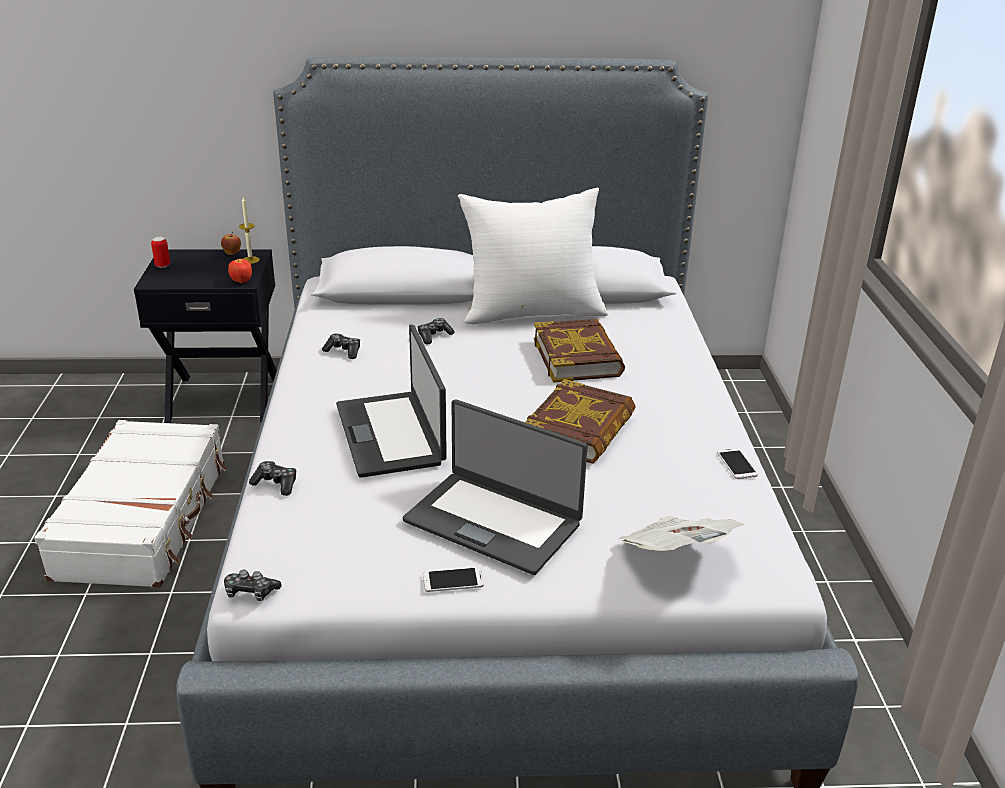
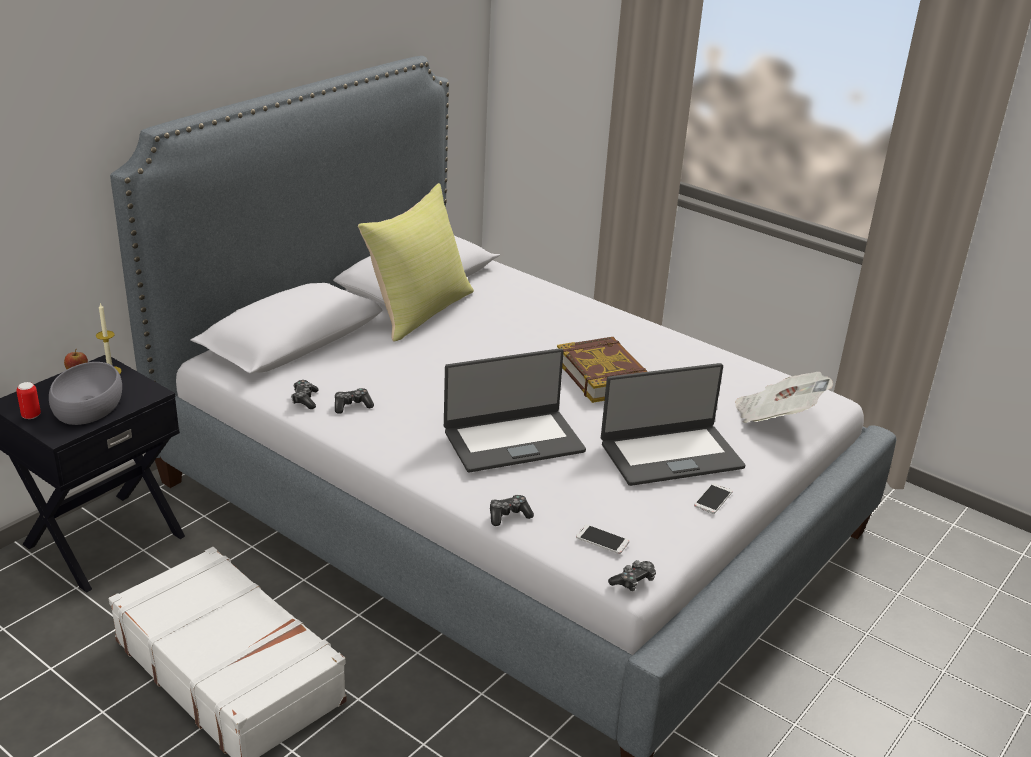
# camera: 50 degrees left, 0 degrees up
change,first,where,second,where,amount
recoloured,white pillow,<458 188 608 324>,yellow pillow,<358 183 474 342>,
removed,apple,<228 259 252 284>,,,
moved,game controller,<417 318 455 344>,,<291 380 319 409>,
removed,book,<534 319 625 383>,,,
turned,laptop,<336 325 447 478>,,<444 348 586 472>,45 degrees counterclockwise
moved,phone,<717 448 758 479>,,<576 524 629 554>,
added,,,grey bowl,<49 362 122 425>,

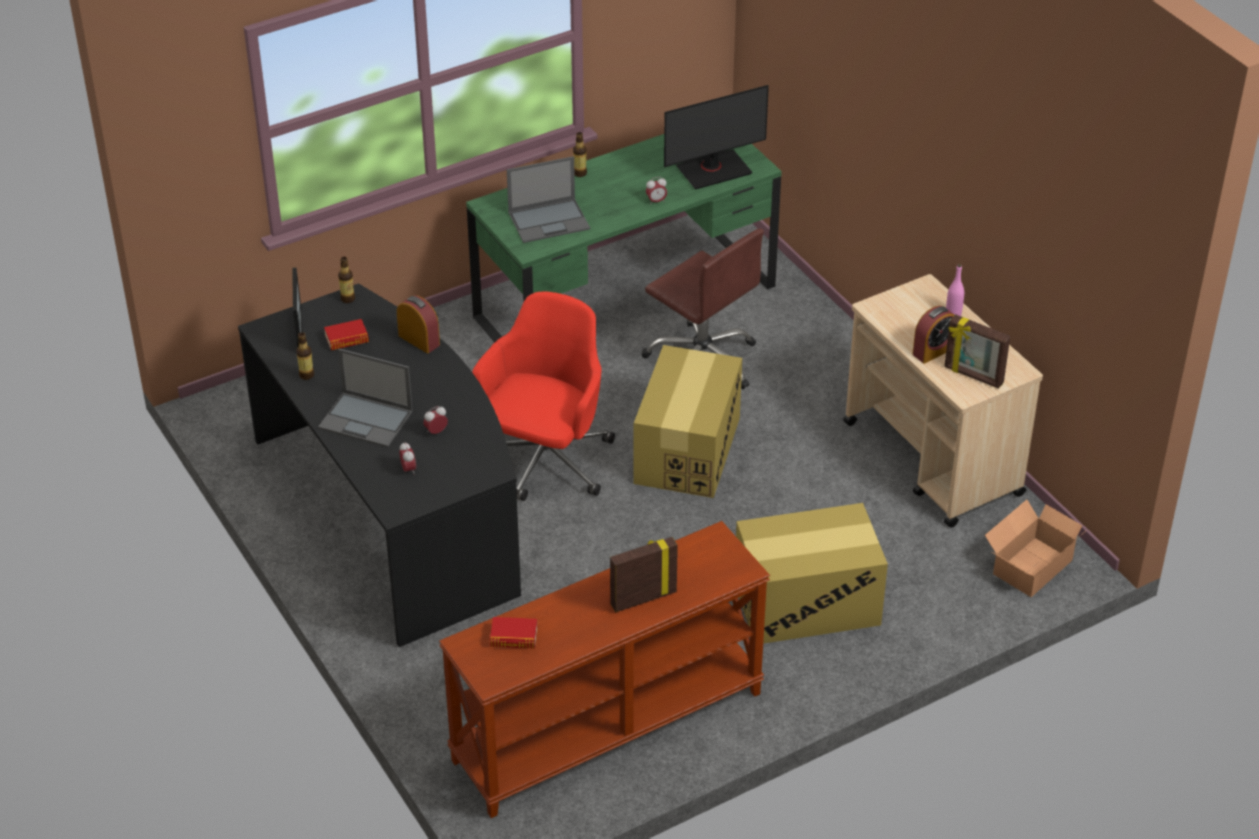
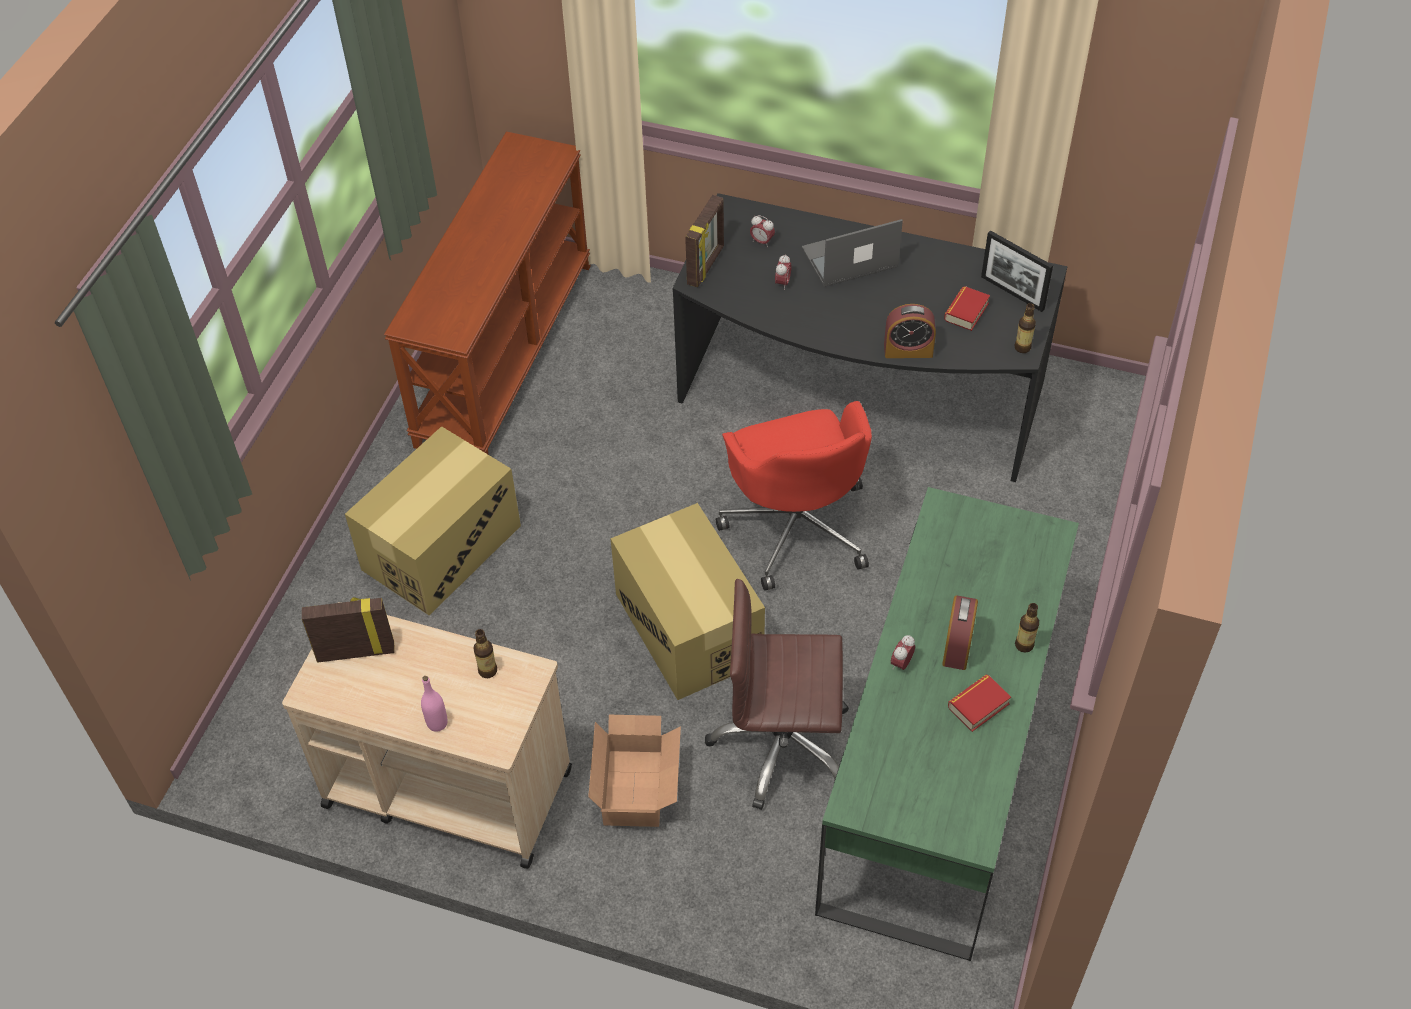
# camera: 140 degrees right, 10 degrees up
change,first,where,second,where,amount
removed,monitor,<664 85 769 189>,,,
removed,laptop,<507 156 590 243>,,,
moved,alarm clock,<913 306 954 363>,,<942 595 978 670>,
moved,bottle,<296 332 314 380>,,<473 629 497 678>,
moved,cardboard box,<985 500 1082 597>,,<588 715 681 827>,
moved,picture frame,<610 537 678 612>,,<685 195 724 287>,
moved,book,<490 617 537 649>,,<948 675 1011 732>,

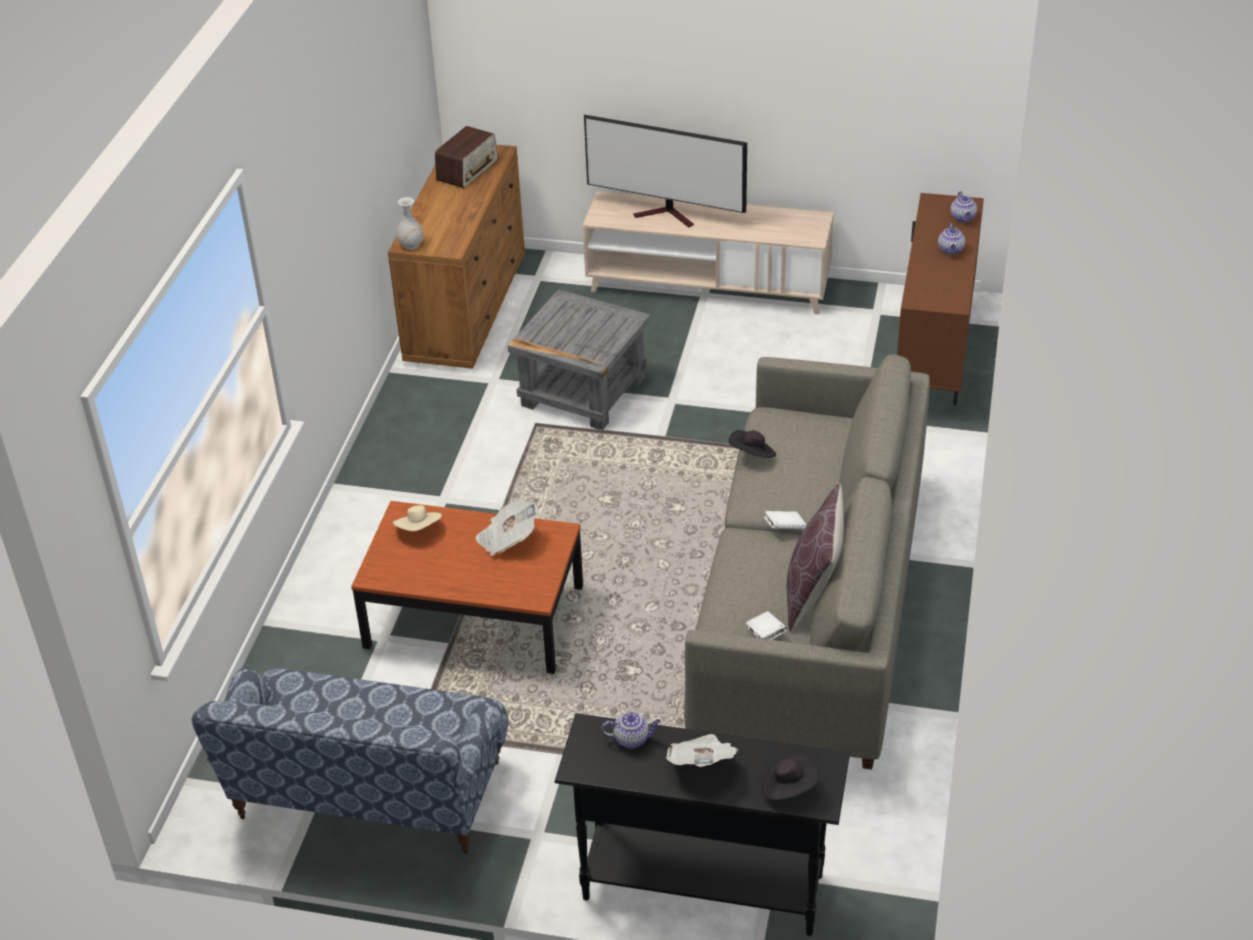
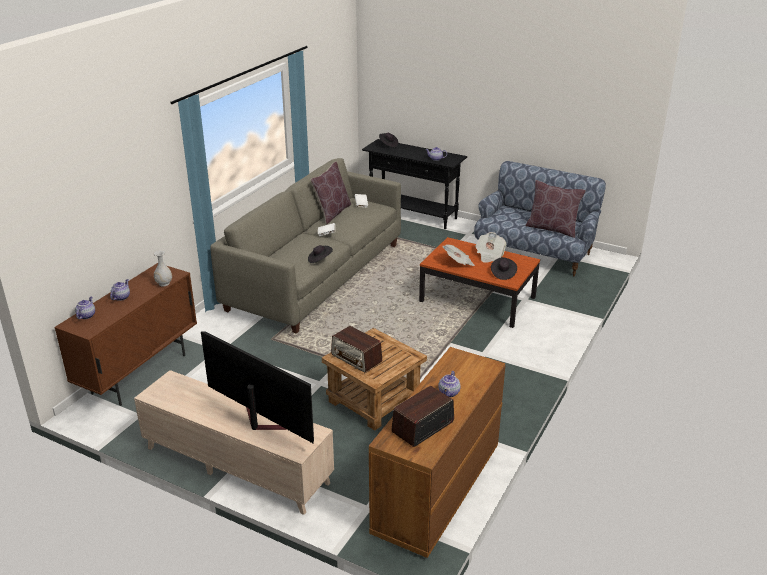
# camera: 165 degrees left, 10 degrees down
change,first,where,second,where,amount
moved,white vase,<397 197 423 250>,,<154 251 172 286>,
recoloured,grey side table,<508 289 650 430>,brown side table,<322 328 427 431>,
recoloured,beige hat,<393 505 442 531>,black hat,<491 257 517 280>,
moved,newspaper,<666 734 738 767>,,<475 232 507 263>,
added,,,brown pillow,<526 180 586 238>,
added,,,radio,<331 326 382 372>,
added,,,teapot,<438 371 461 397>,

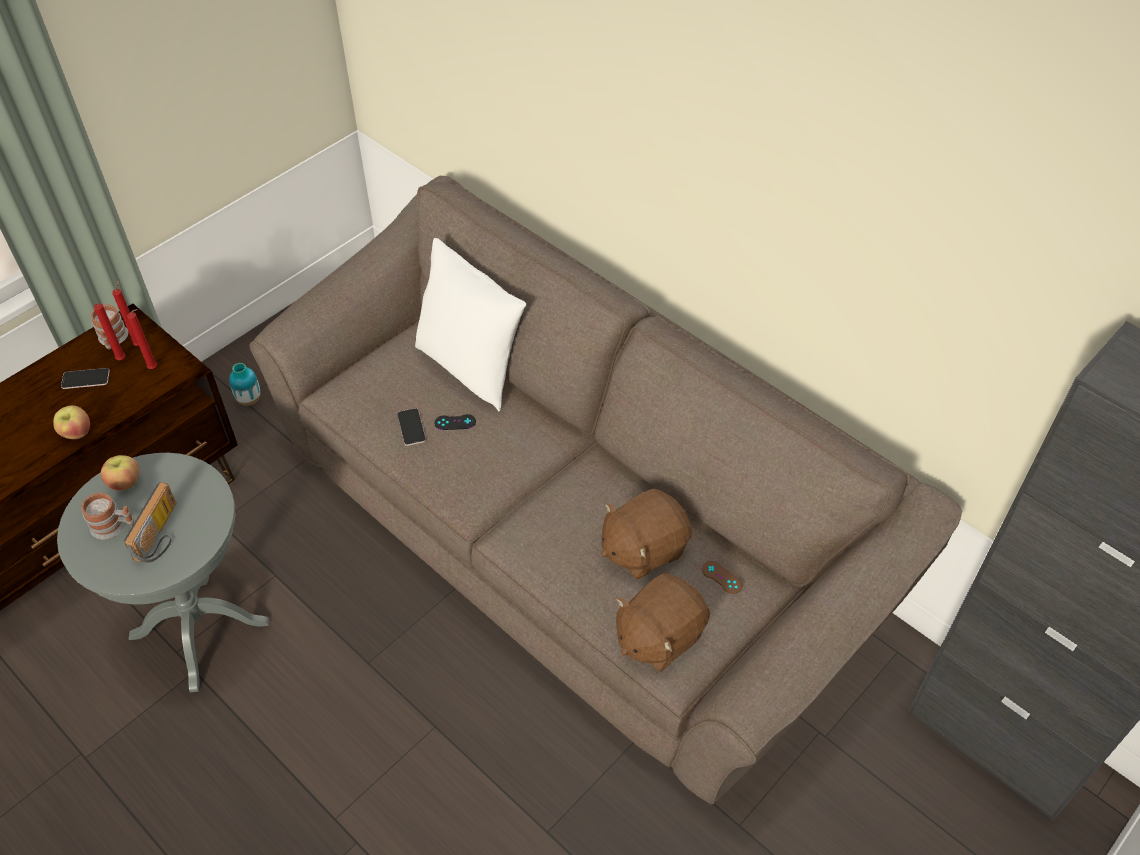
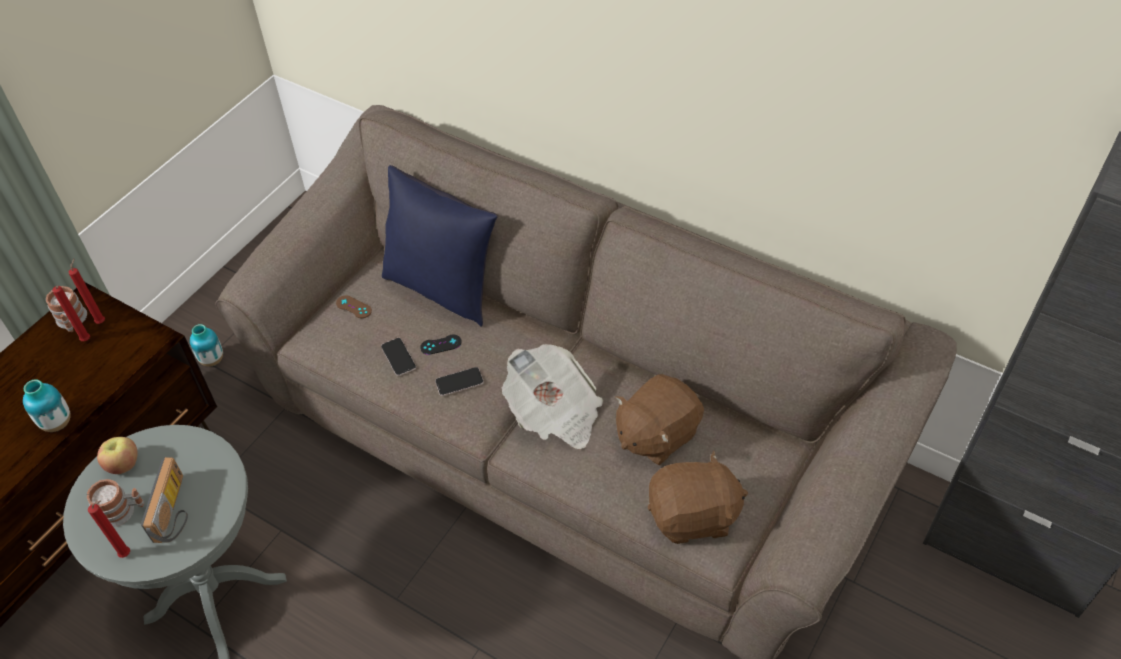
# camera: 10 degrees left, 0 degrees up
change,first,where,second,where,amount
recoloured,white pillow,<415 238 526 411>,blue pillow,<382 165 498 327>,
moved,red candle,<127 309 157 369>,,<88 501 130 558>,
moved,phone,<61 368 110 389>,,<435 367 484 396>,
replaced,apple,<53 405 90 439>,vase,<23 379 71 432>,
moved,brown game controller,<702 561 742 594>,,<336 295 372 318>,
turned,brown plush toy,<616 573 710 672>,,<648 451 748 544>,135 degrees counterclockwise
added,,,newspaper,<502 344 603 449>,

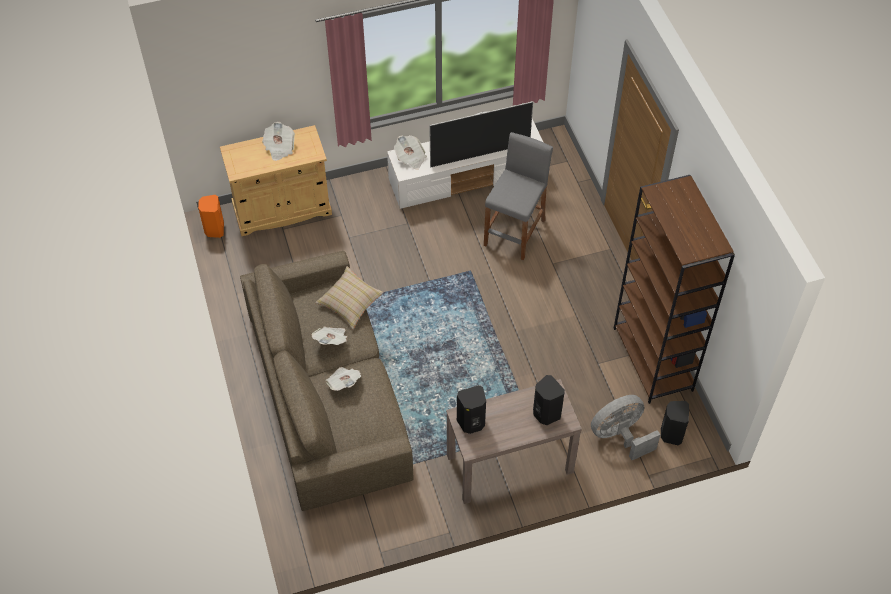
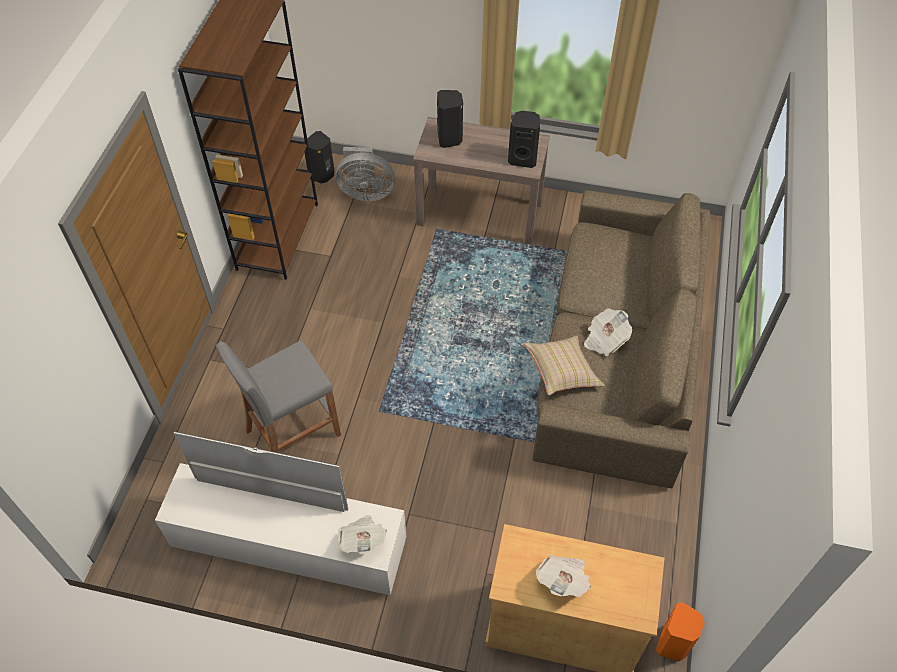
# camera: 150 degrees left, 0 degrees up
change,first,where,second,where,amount
removed,newspaper,<326 367 361 391>,,,

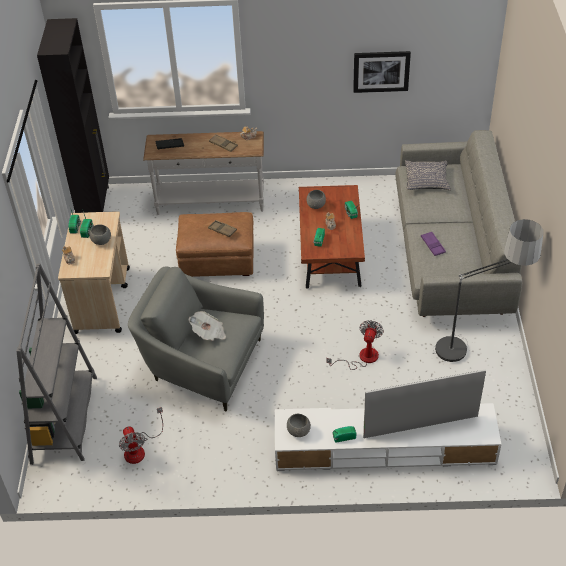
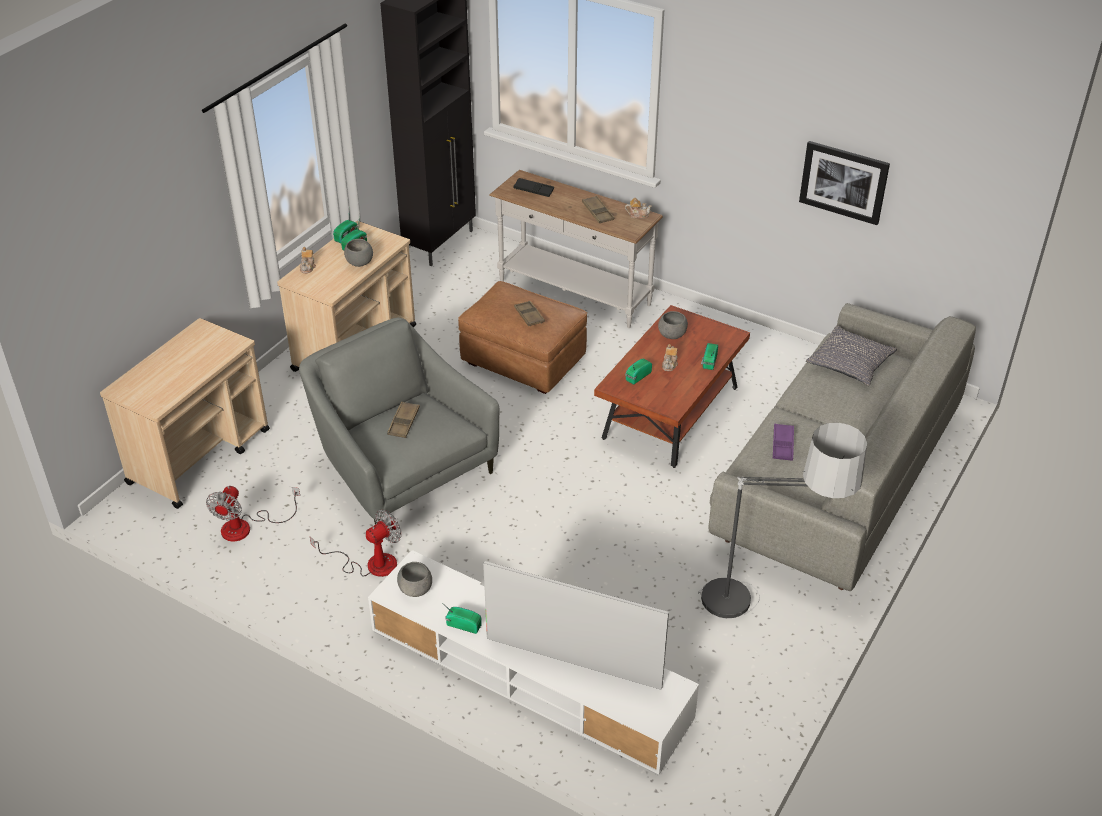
# camera: 30 degrees right, 5 degrees down
change,first,where,second,where,amount
replaced,grey bookcase,<16 263 97 465>,beige cart,<100 318 270 509>,
replaced,newspaper,<189 311 226 341>,brown tray,<387 401 420 438>,
moved,fan,<326 320 384 370>,,<310 510 402 577>,

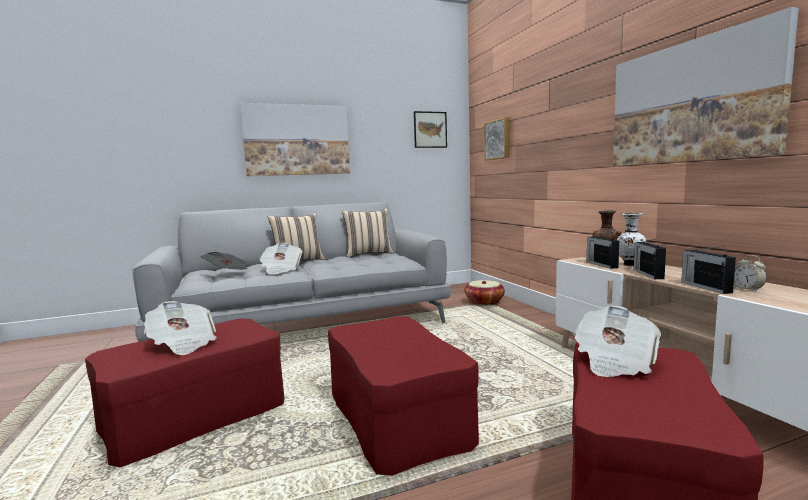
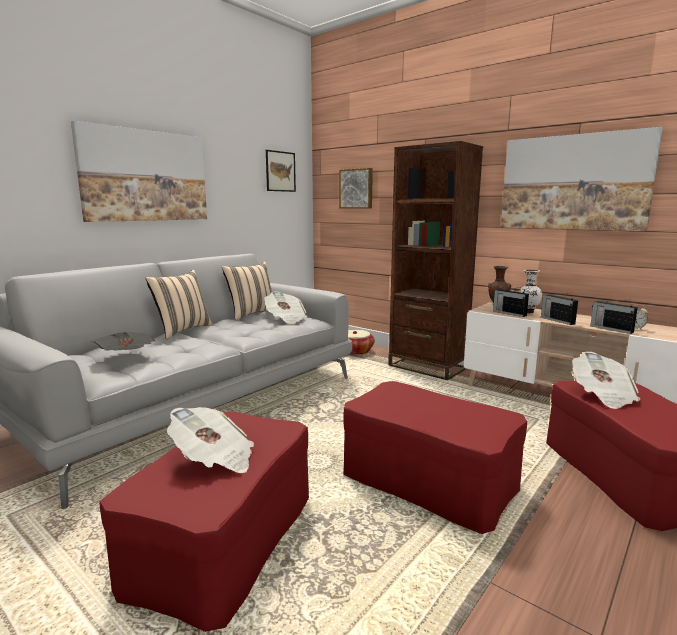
# camera: 30 degrees left, 5 degrees up
change,first,where,second,where,amount
moved,newspaper,<259 243 303 275>,,<264 291 307 324>,
added,,,brown bookcase,<388 141 483 380>,

